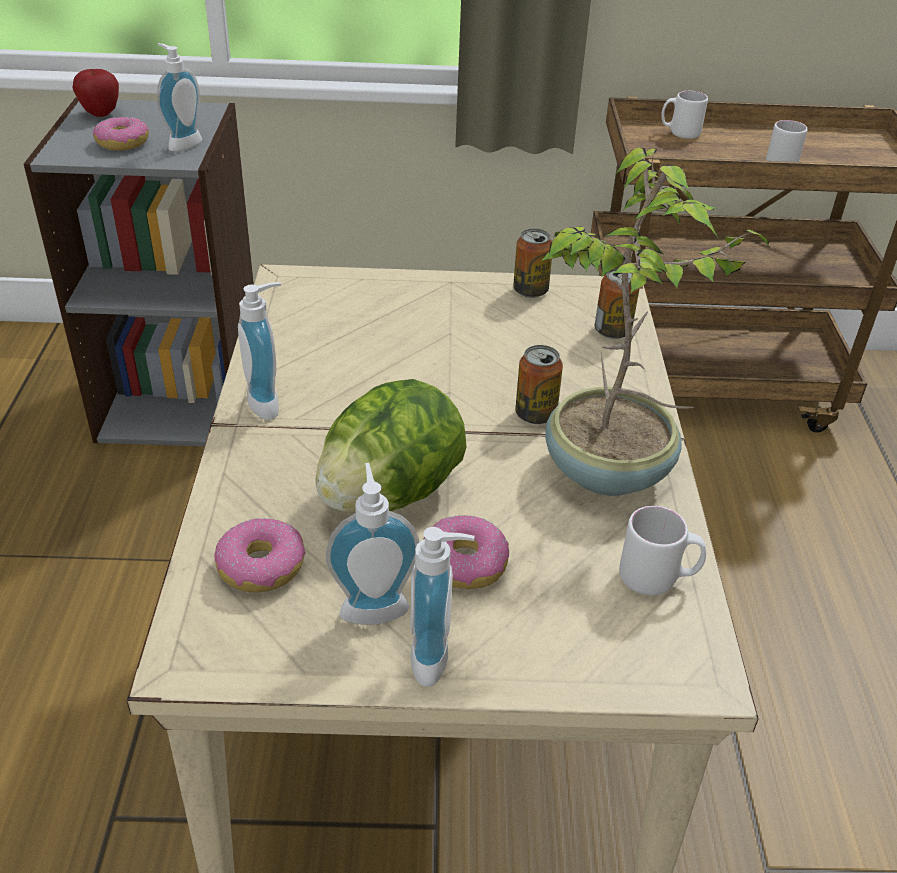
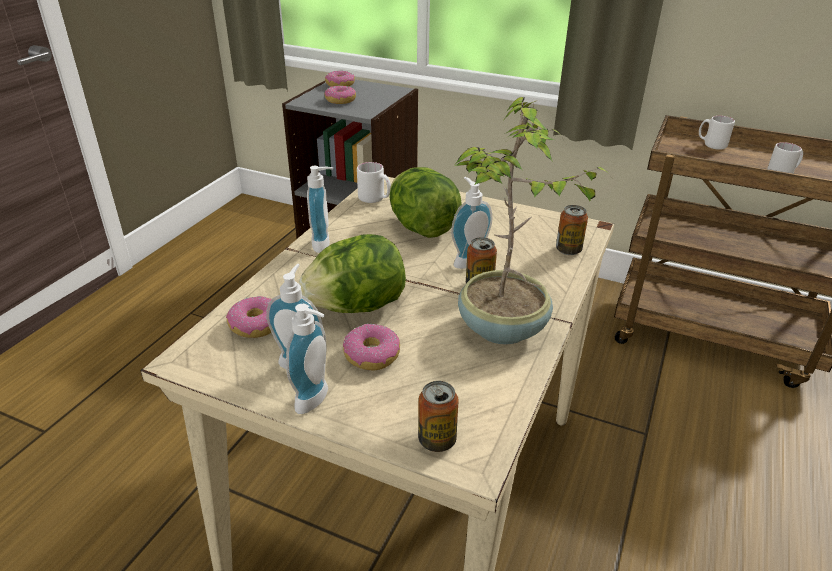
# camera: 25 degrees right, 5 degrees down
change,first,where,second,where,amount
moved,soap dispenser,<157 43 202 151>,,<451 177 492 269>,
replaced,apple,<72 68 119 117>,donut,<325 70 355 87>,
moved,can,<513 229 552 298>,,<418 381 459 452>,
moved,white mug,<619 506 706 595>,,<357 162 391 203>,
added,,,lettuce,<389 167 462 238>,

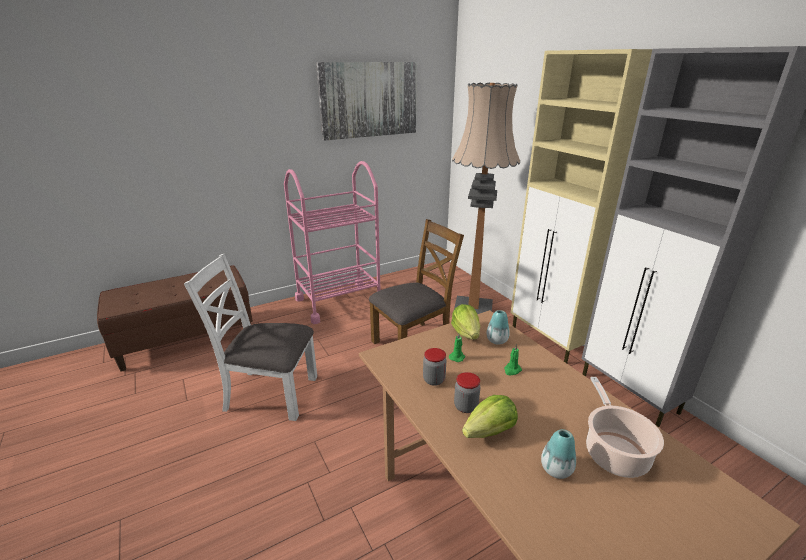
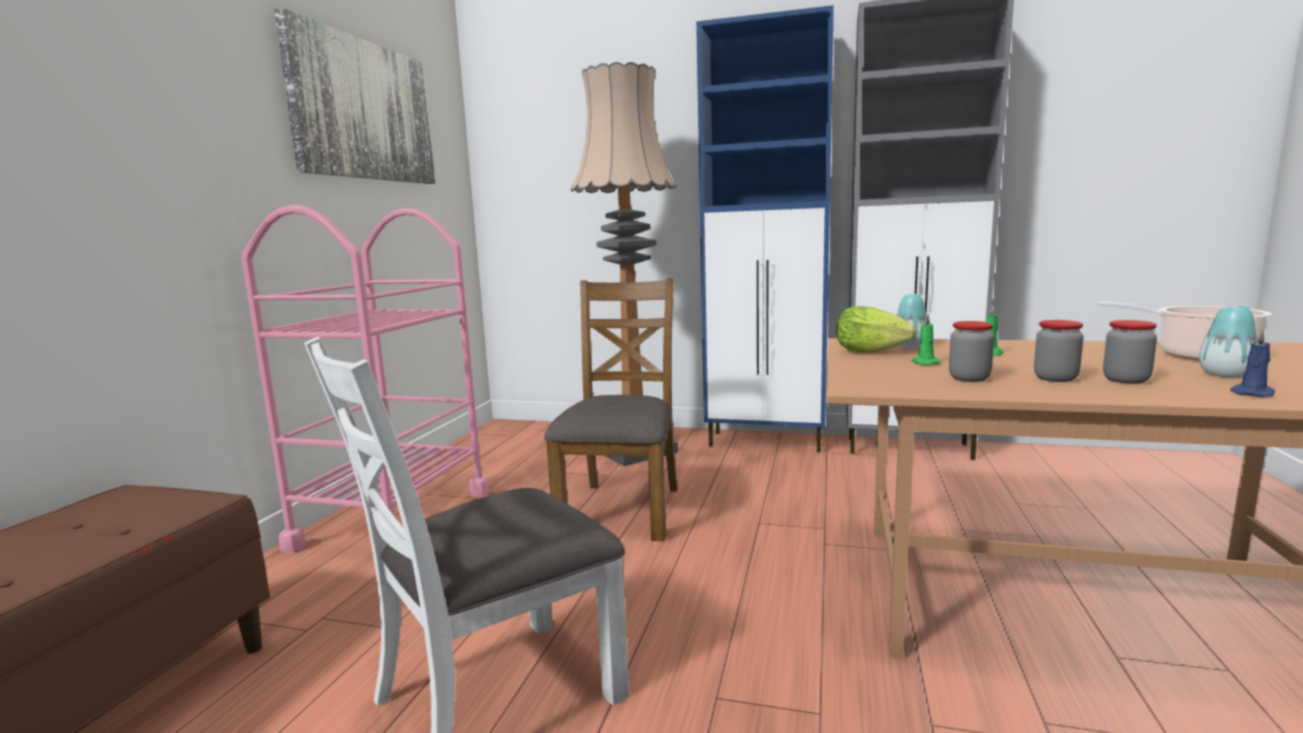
# camera: 45 degrees left, 15 degrees down
change,first,where,second,where,amount
recoloured,beige cabinet,<511 49 652 363>,blue cabinet,<696 5 834 453>,
replaced,lettuce,<462 395 518 438>,jar,<1103 320 1157 384>,
added,,,blue candle,<1230 330 1275 397>,

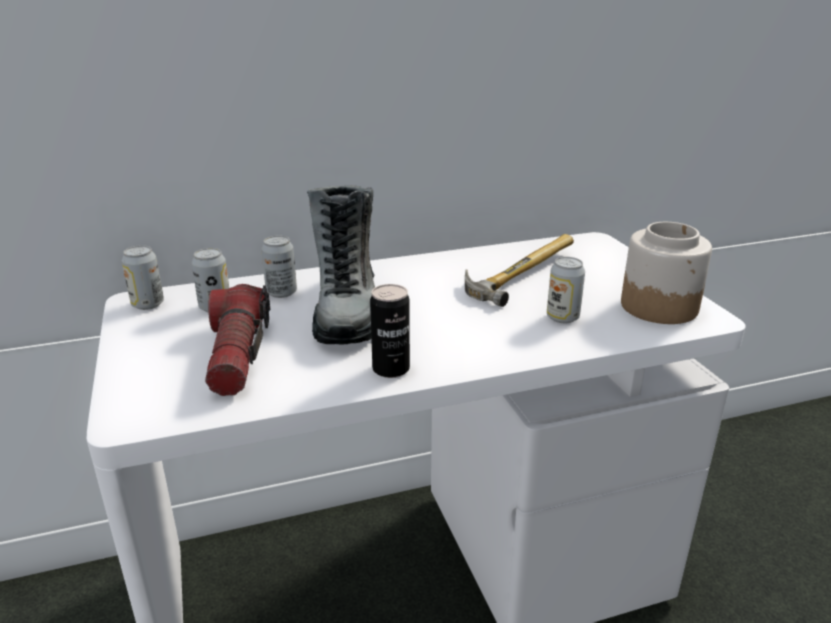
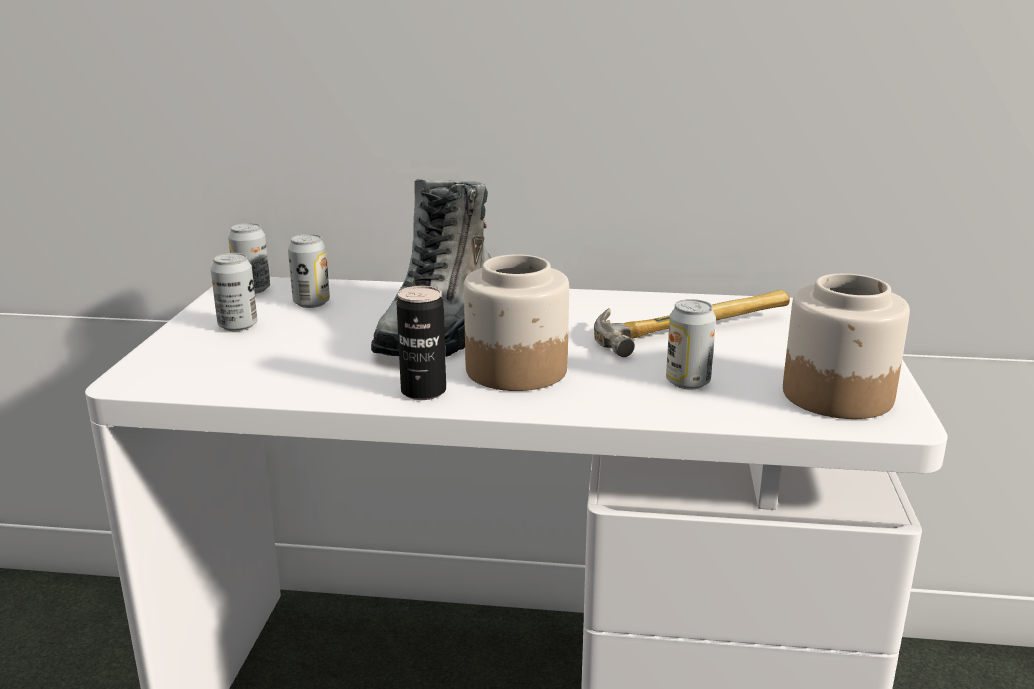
# camera: 25 degrees right, 5 degrees down
change,first,where,second,where,amount
moved,can,<261 236 297 298>,,<211 253 257 331>,
removed,flashlight,<205 284 270 396>,,,
added,,,jar,<464 254 569 391>,

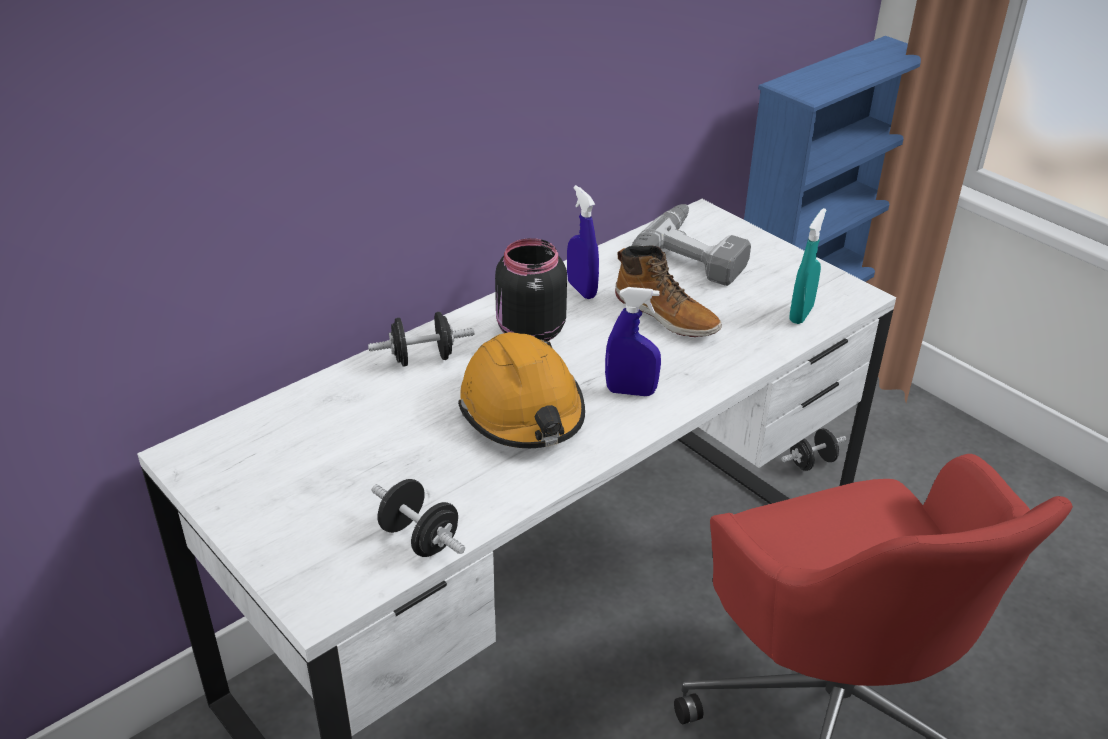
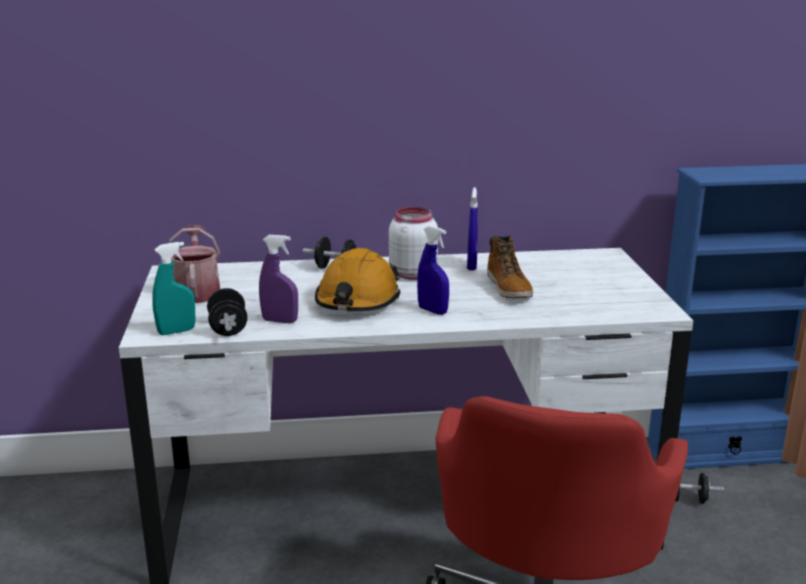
# camera: 35 degrees right, 15 degrees down
change,first,where,second,where,amount
removed,power drill,<631 204 751 286>,,,
moved,turquoise spray bottle,<789 208 826 324>,,<152 242 196 335>,
recoloured,black jar,<495 238 567 341>,white jar,<389 207 438 280>,
added,,,watering can,<169 225 220 303>,
added,,,purple spray bottle,<259 235 298 323>,

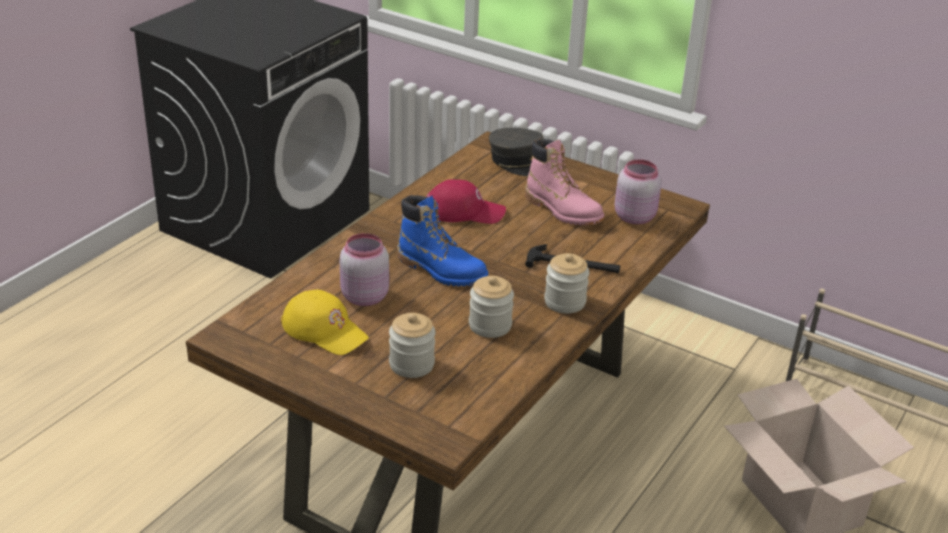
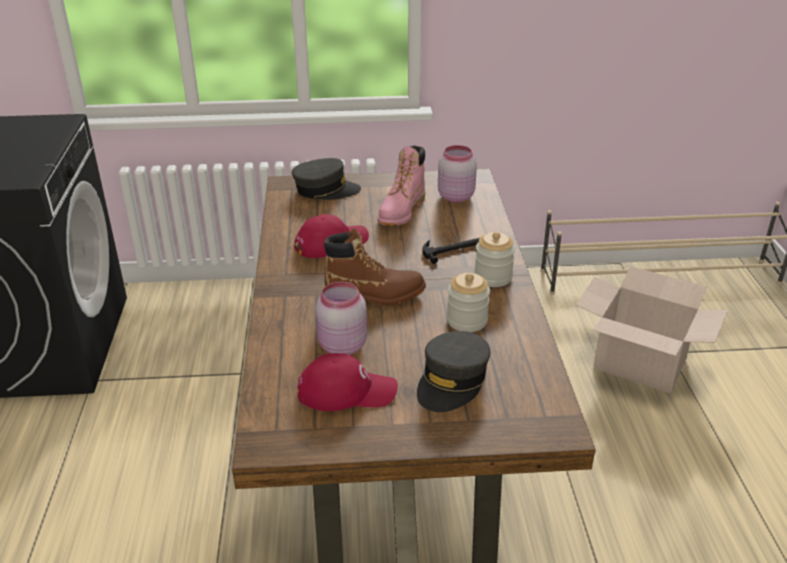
# camera: 35 degrees left, 0 degrees up
change,first,where,second,where,amount
turned,pink boot,<525 139 604 225>,,<378 145 425 226>,105 degrees clockwise
recoloured,blue boot,<397 195 489 286>,brown boot,<323 228 426 306>,
recoloured,yellow cap,<281 290 369 355>,red cap,<297 353 398 411>,
replaced,jar,<389 313 435 378>,grey cap,<417 331 490 412>,

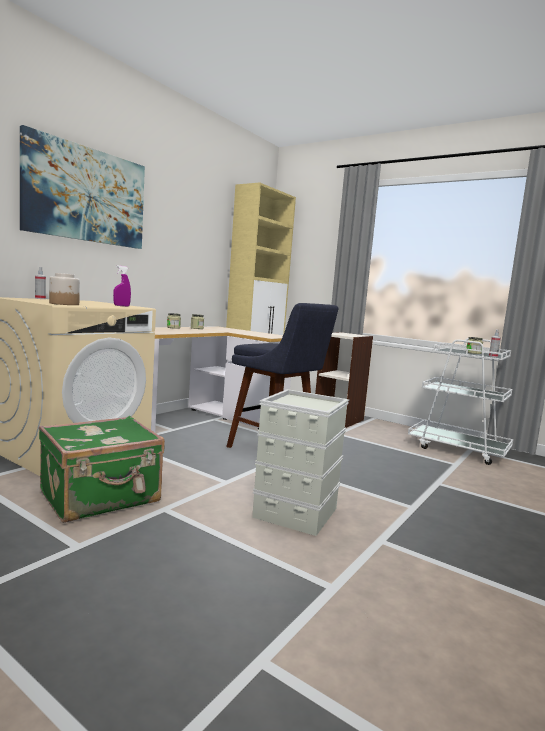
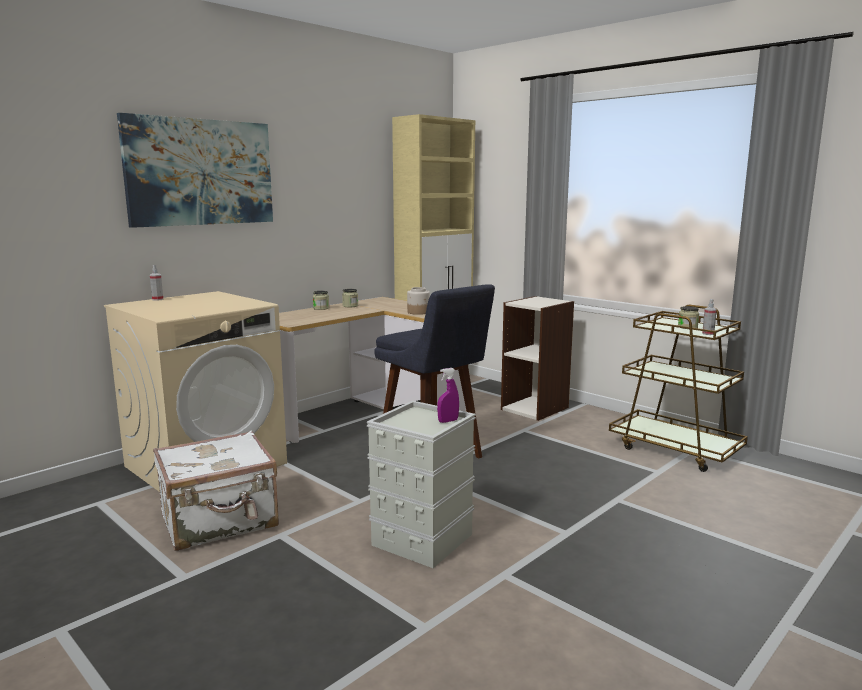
# camera: 10 degrees right, 5 degrees up
change,first,where,second,where,amount
moved,purple spray bottle,<113 265 131 306>,,<437 368 459 423>,
moved,jar,<49 273 80 305>,,<407 287 430 315>,
recoloured,white cart,<408 338 514 465>,brown cart,<609 305 748 472>,
recoloured,green suitcase,<39 416 165 523>,white suitcase,<153 431 279 551>,

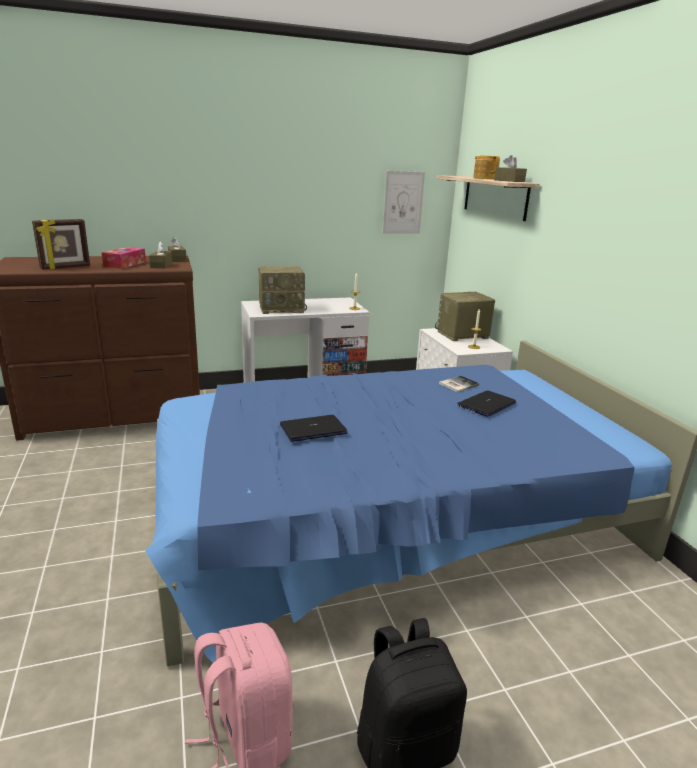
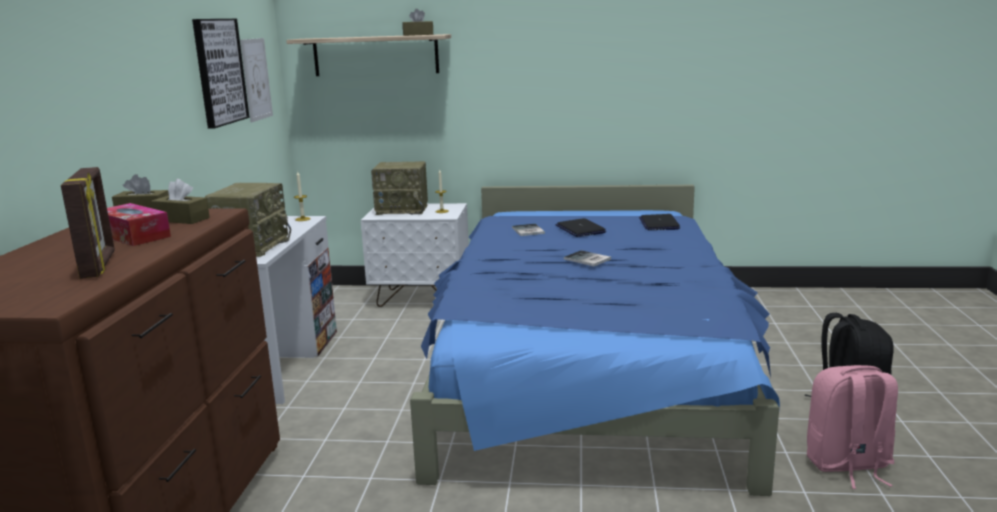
# camera: 65 degrees left, 5 degrees down
change,first,where,second,where,amount
removed,teapot,<473 156 500 179>,,,
turned,radio,<435 292 495 341>,,<371 161 428 215>,90 degrees counterclockwise
moved,laptop,<280 415 348 442>,,<639 214 680 230>,
added,,,picture,<192 19 250 129>,
added,,,book,<564 250 611 266>,

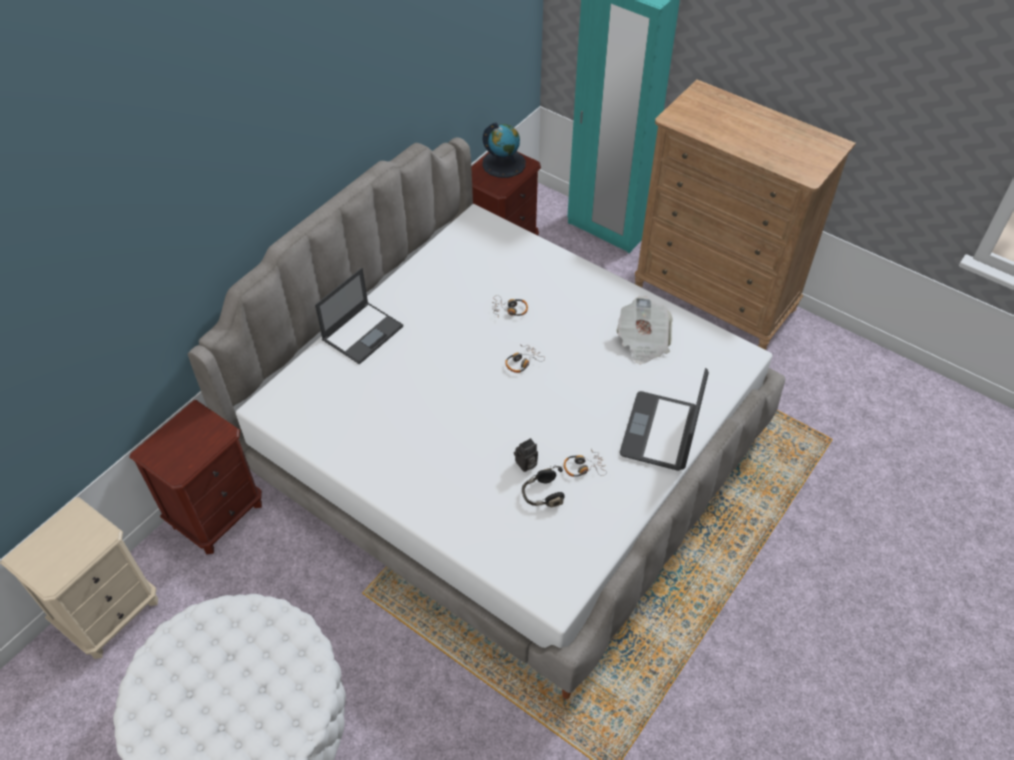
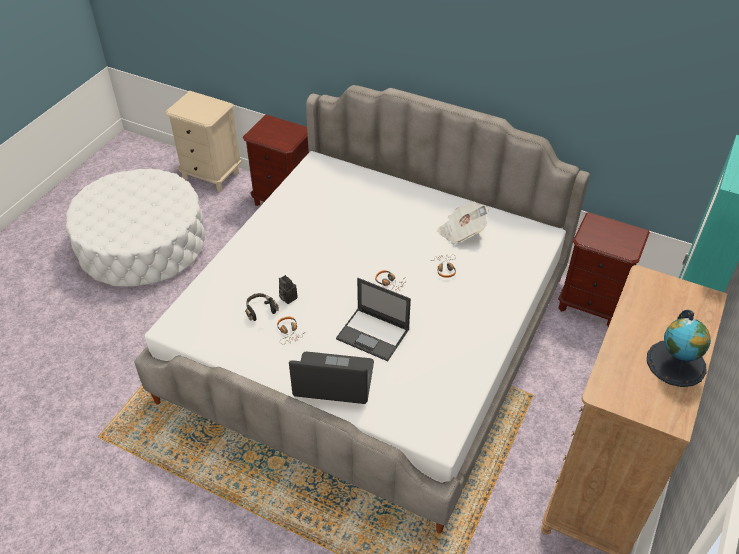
# camera: 80 degrees right, 5 degrees down
change,first,where,second,where,amount
moved,globe,<482 122 526 178>,,<647 309 711 387>,
moved,laptop,<315 268 403 365>,,<336 278 411 361>,
moved,newspaper,<616 296 673 365>,,<437 201 489 245>,

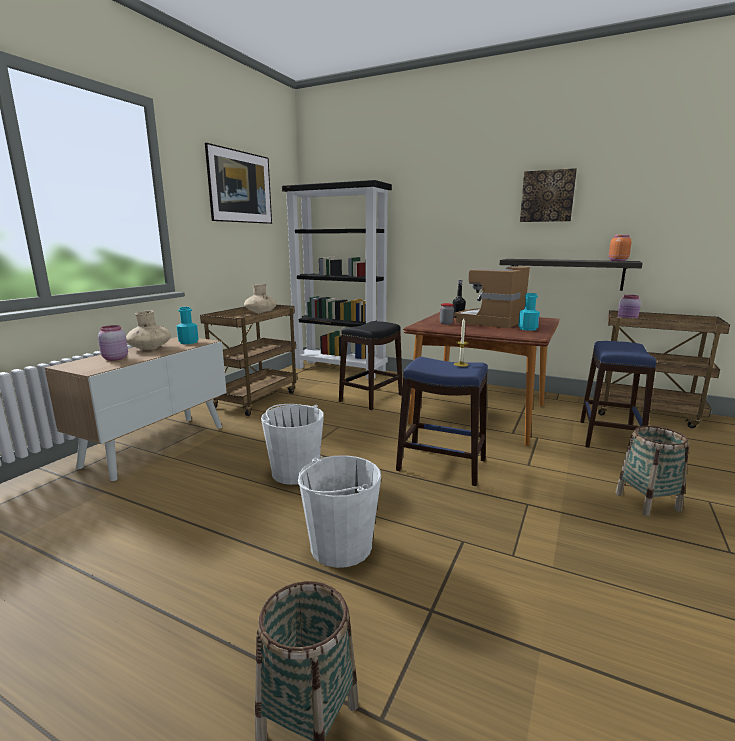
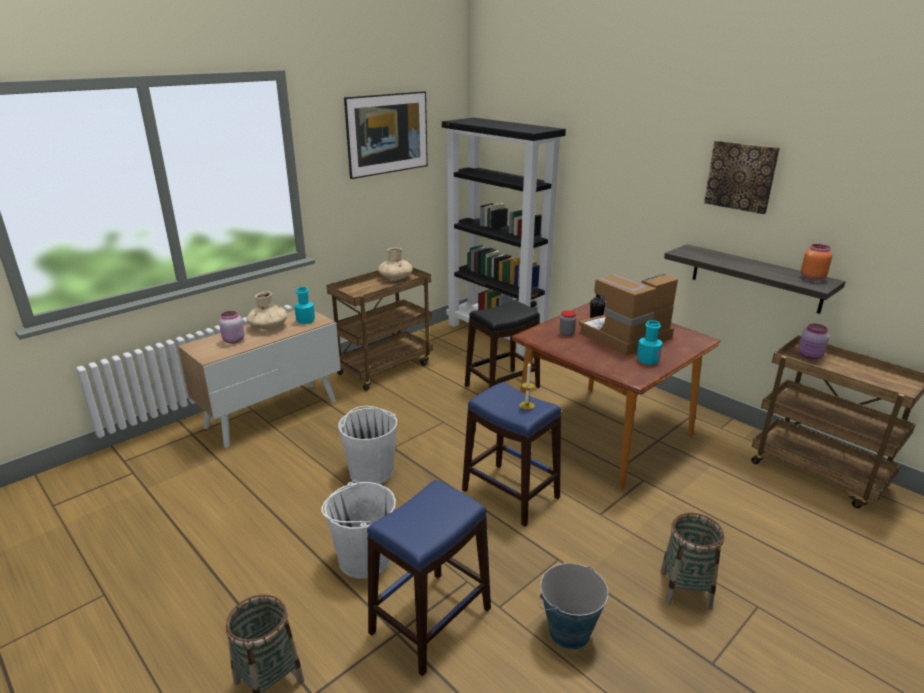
# camera: 20 degrees right, 10 degrees up
change,first,where,second,where,amount
moved,blue stool,<580 341 657 448>,,<367 480 491 677>,
added,,,bucket,<539 563 608 650>,

